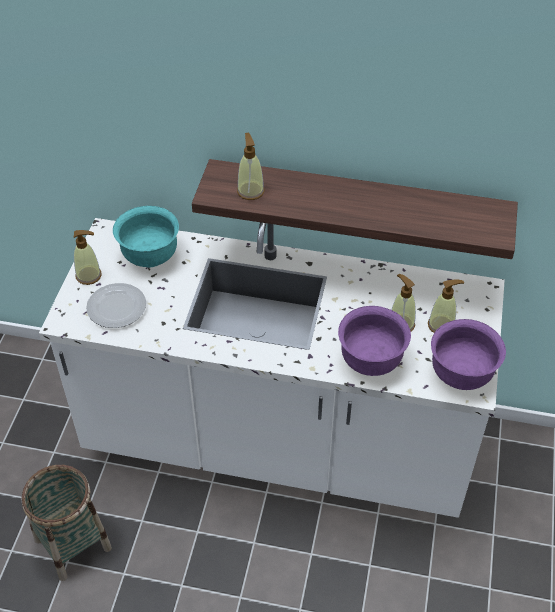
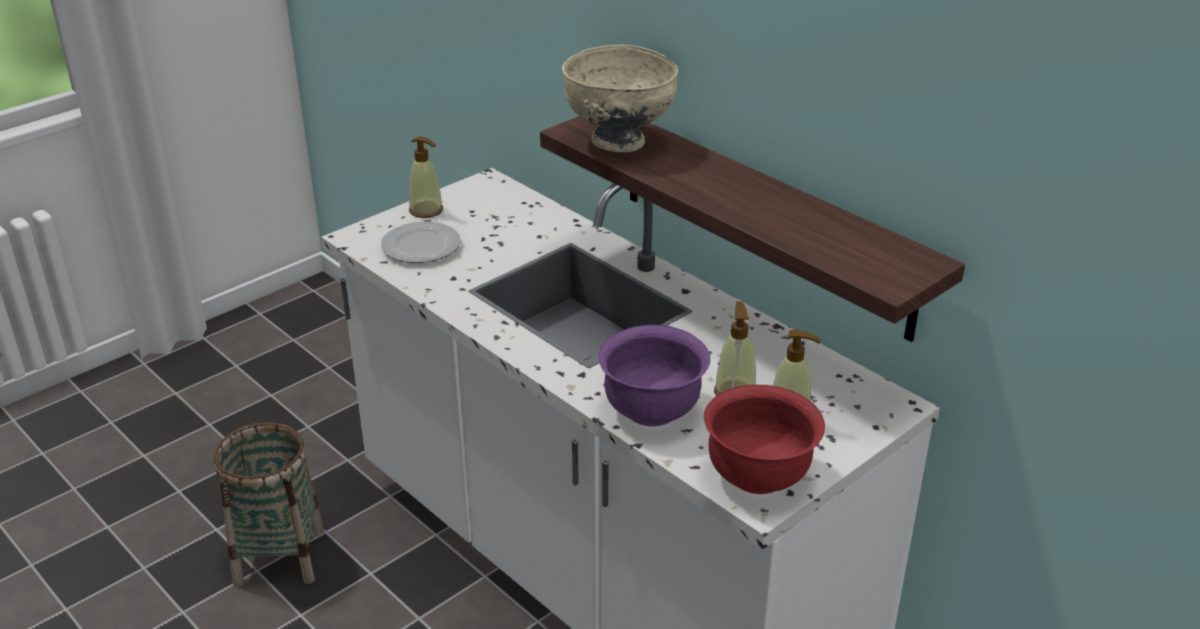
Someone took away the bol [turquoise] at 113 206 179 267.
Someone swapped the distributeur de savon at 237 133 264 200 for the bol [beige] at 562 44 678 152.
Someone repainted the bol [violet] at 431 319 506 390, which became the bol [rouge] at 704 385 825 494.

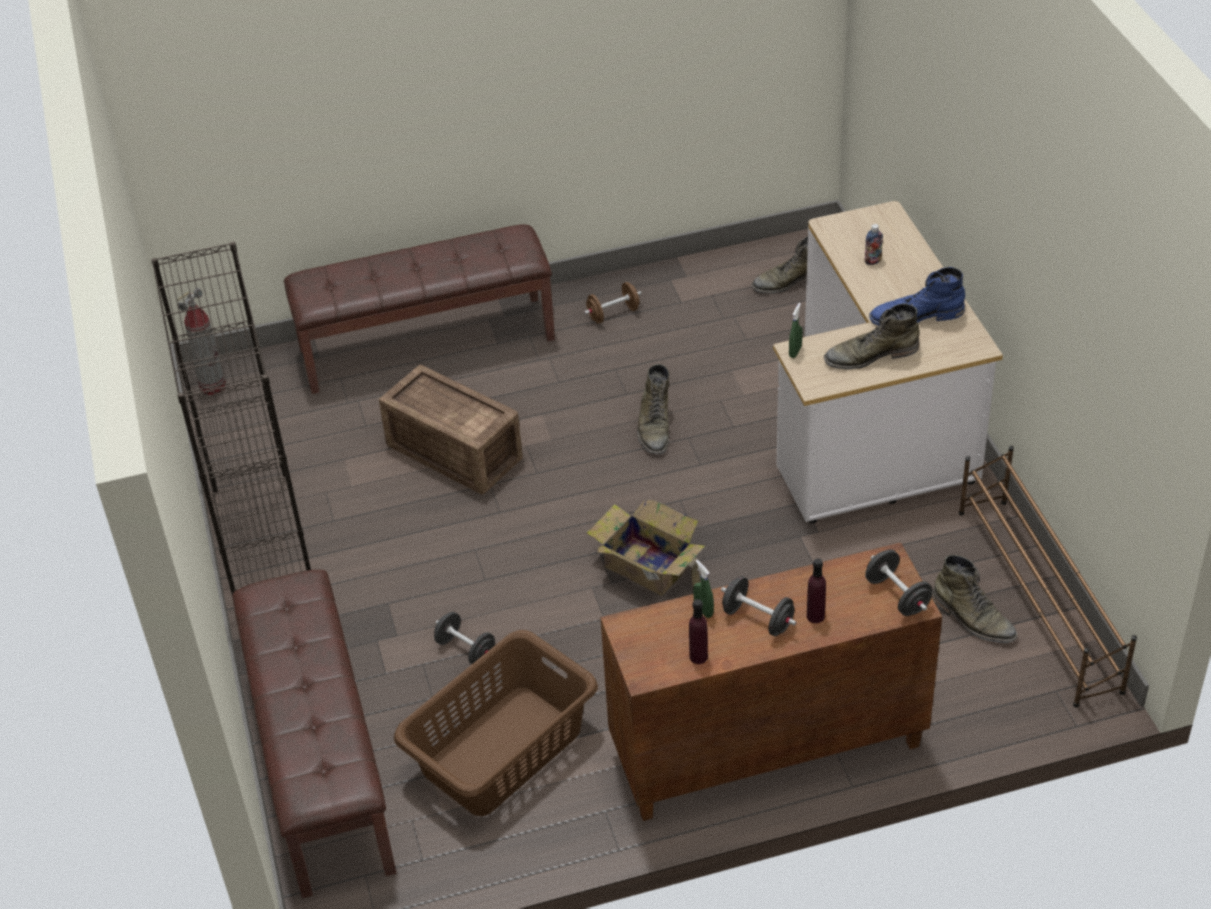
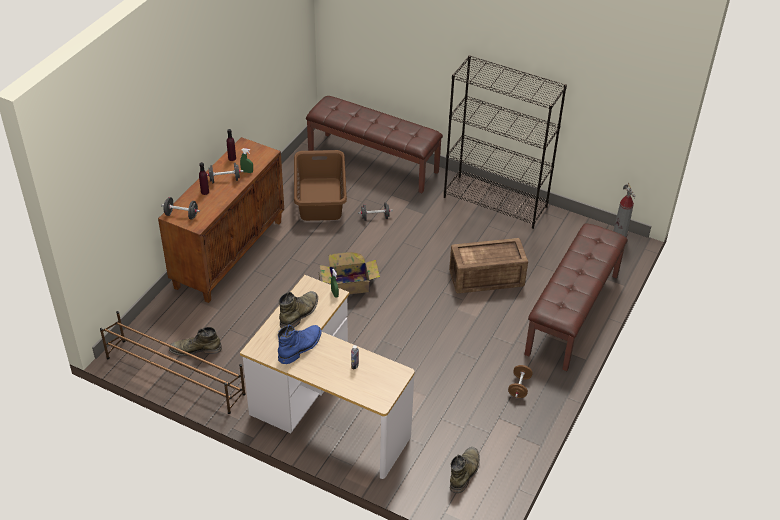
Someone took away the botte [vert] at 637 364 669 454.

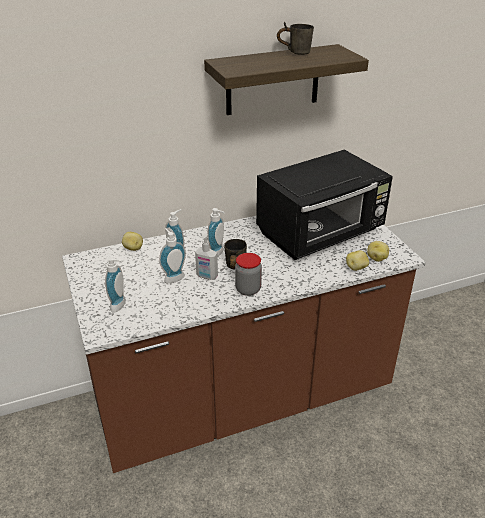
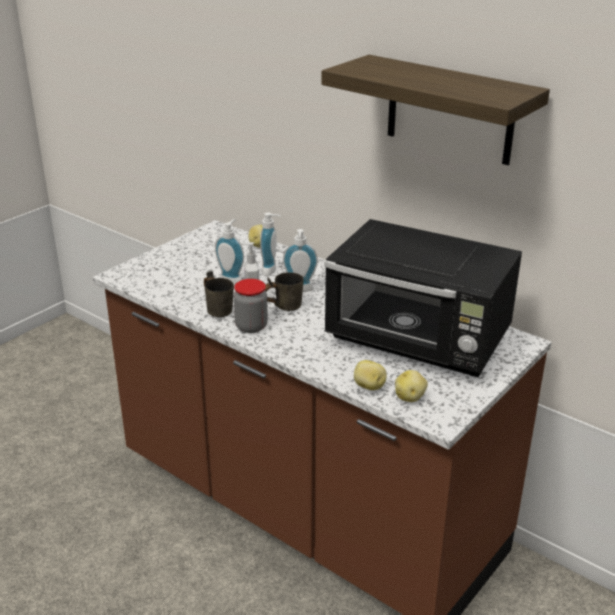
Someone took away the distributeur de savon at 105 257 126 313.
Someone carried the mug [gris] from 277 22 314 55 to 204 271 234 318.

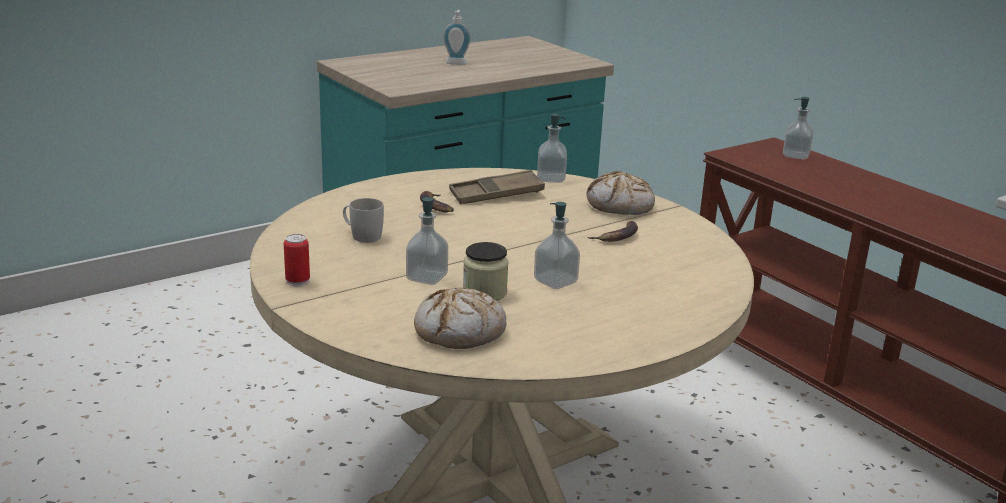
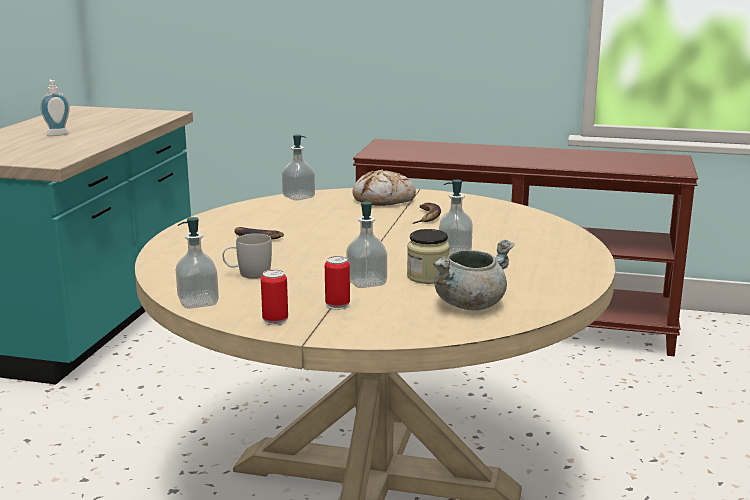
Someone took away the plateau [marron] at 449 170 545 204.
Someone put down the boîte métallique at 325 256 350 310.
Someone carried the distributeur de savon from 783 97 813 160 to 176 217 219 309.
Someone swapped the pain at 414 287 506 349 for the marmite [gris] at 433 240 514 310.

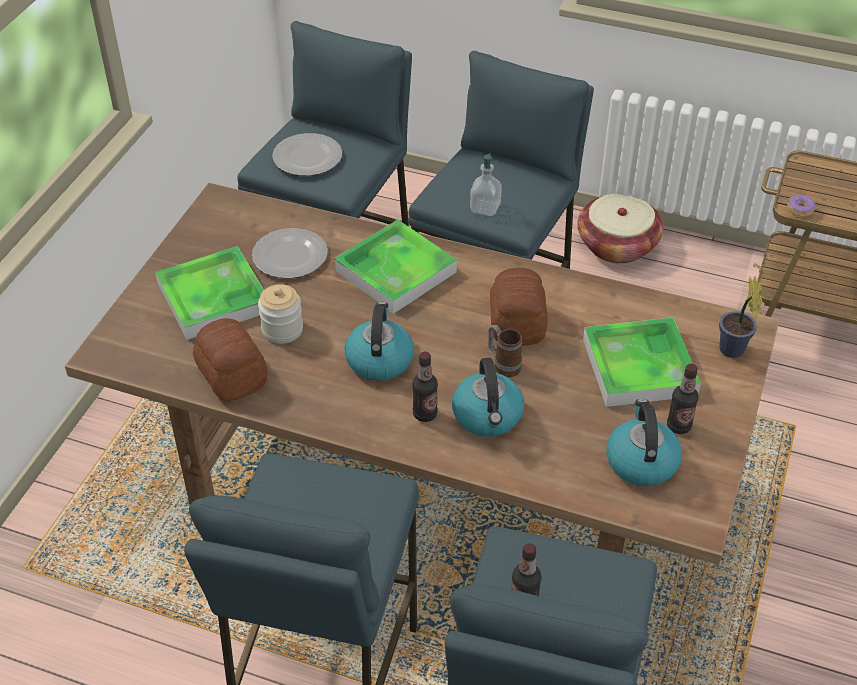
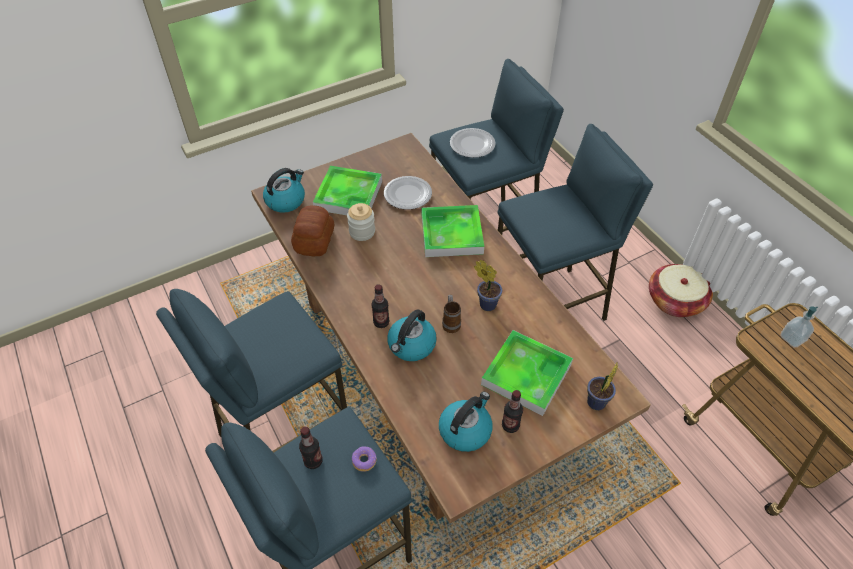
Someone carried the bouilloire from 345 302 414 381 to 263 168 305 213.
Someone carried the distributeur de savon from 470 153 502 216 to 780 306 818 348.
Someone carried the beignet from 787 194 816 217 to 352 446 377 471.
Someone swapped the pain at 490 268 548 346 for the plante en pot at 474 260 503 311.

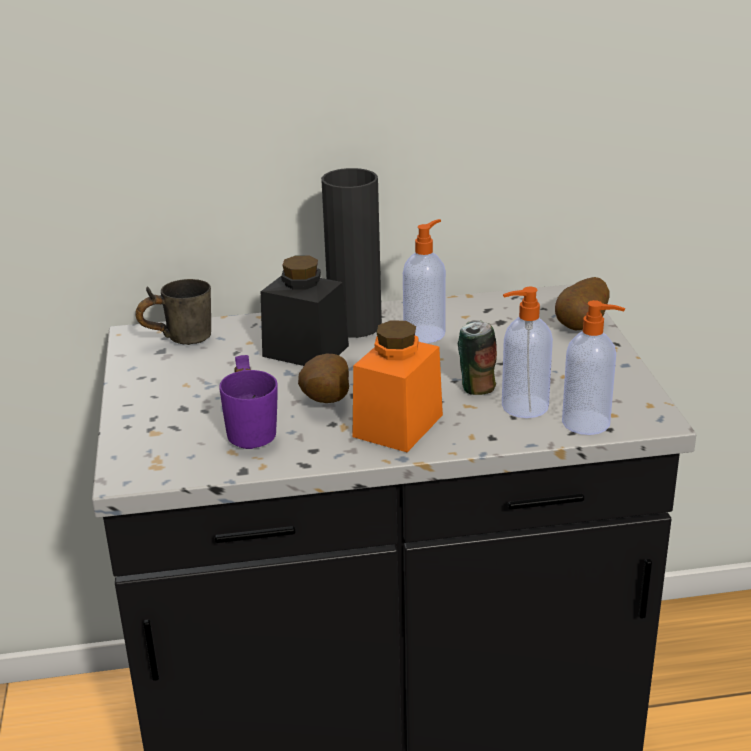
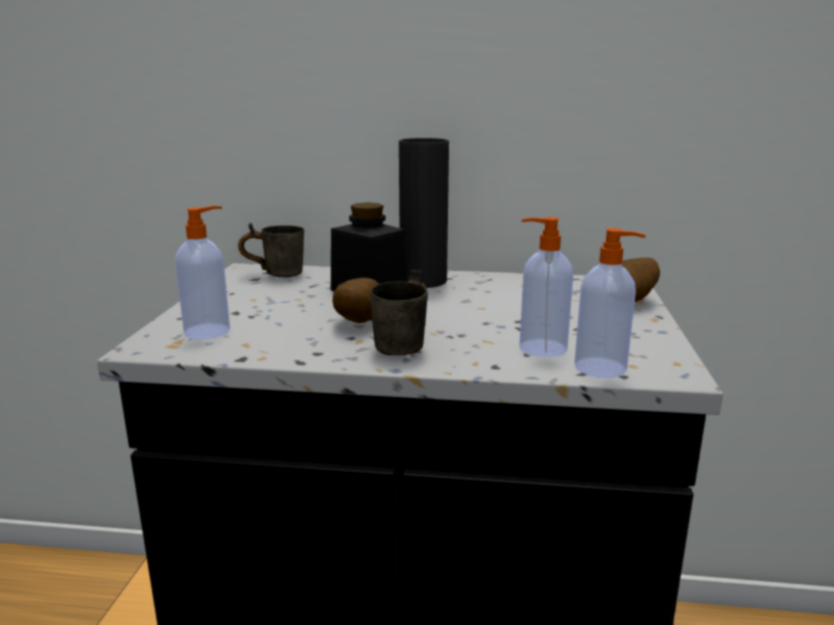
Someone took away the mug [violet] at 219 355 278 449.
Someone took away the boîte métallique at 458 320 497 395.
Someone carried the distributeur de savon from 403 219 446 343 to 175 206 230 339.
Someone swapped the bocal [orange] at 352 320 443 452 for the mug [gris] at 370 270 428 355.

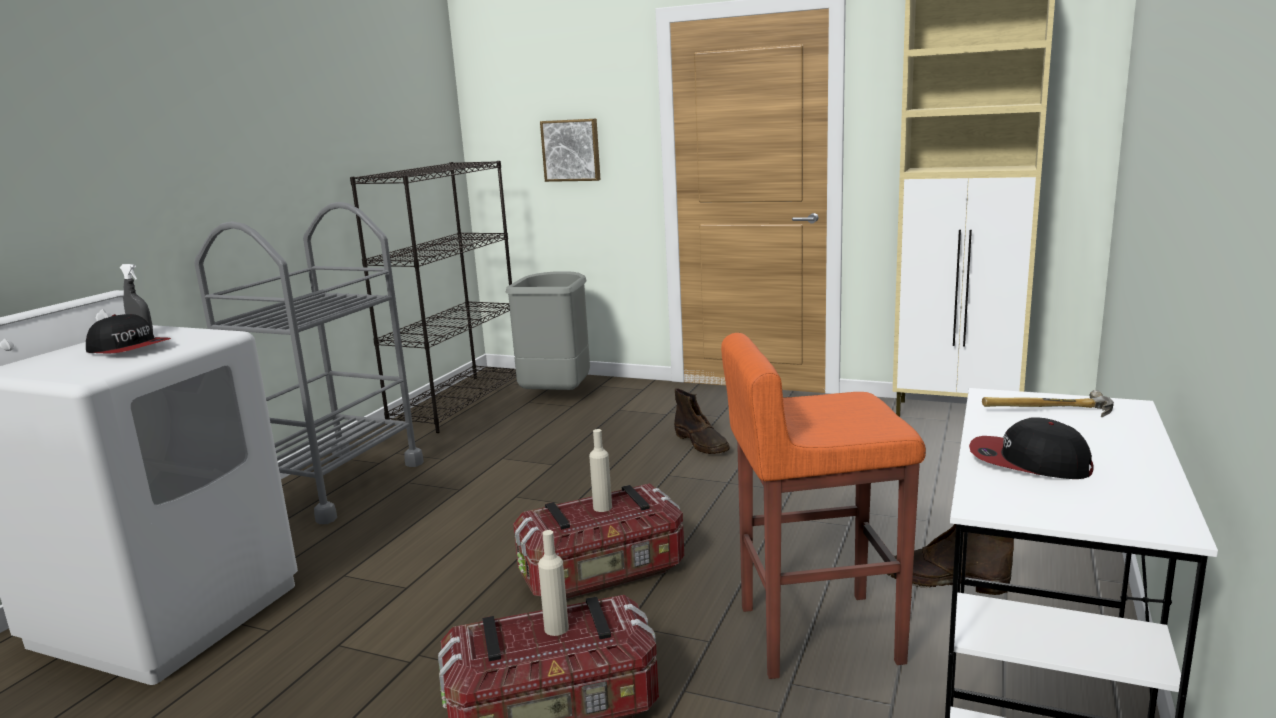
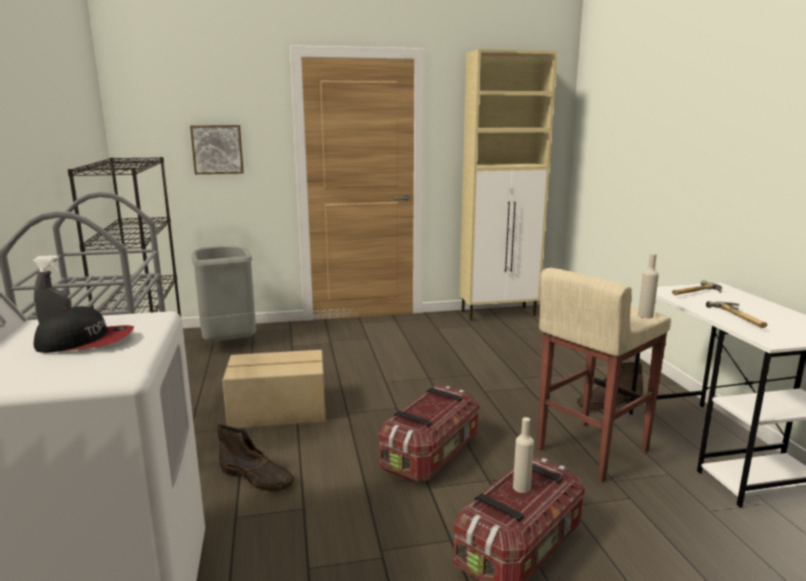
Someone put down the carton at 222 350 326 428.
Someone carried the bouteille [beige] from 589 429 612 512 to 638 253 659 318.
Someone carried the botte [marron] from 674 388 730 454 to 217 424 295 492.
Someone swapped the casquette at 969 417 1093 479 for the marteau at 706 301 767 328.
Someone repainted the tabouret [orange] at 721 333 926 679, which became the tabouret [beige] at 537 268 671 483.

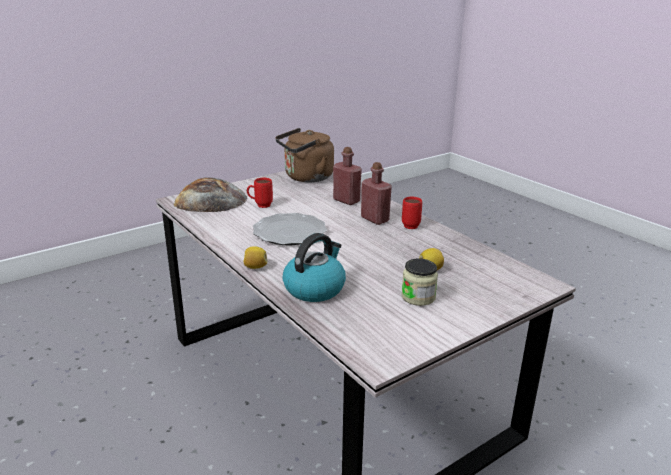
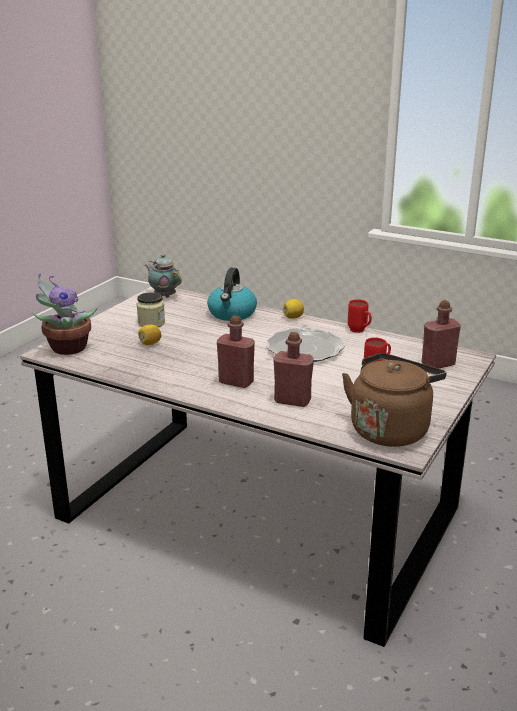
Someone put down the plante en pot at 32 273 98 355.
Someone put down the théière at 145 254 182 298.
Someone carried the mug [rouge] from 402 197 422 229 to 348 299 372 333.
Someone swapped the pain at 174 177 247 212 for the bouteille [rouge] at 422 300 461 369.

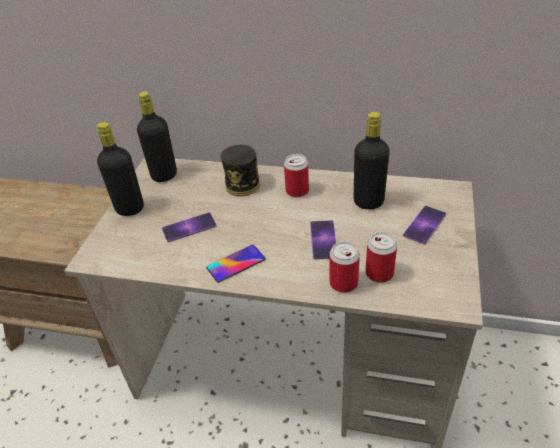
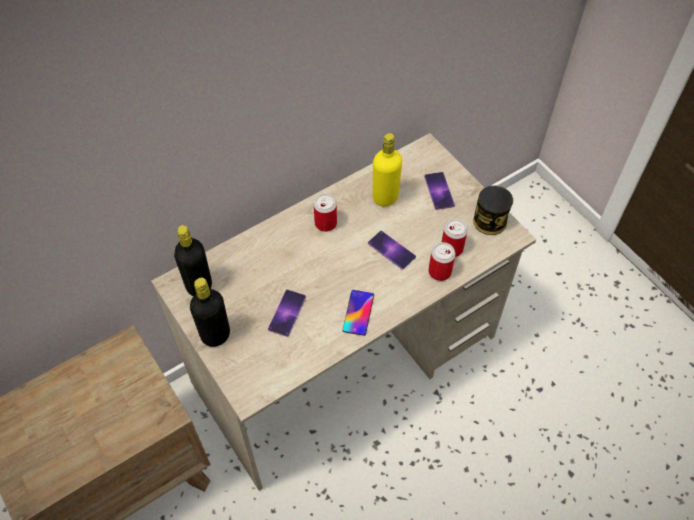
Someone carried the boîte métallique from 221 145 260 196 to 473 186 513 235.
Someone repainted the bouteille [noir] at 354 112 390 210, which became the bouteille [jaune] at 372 133 402 207.

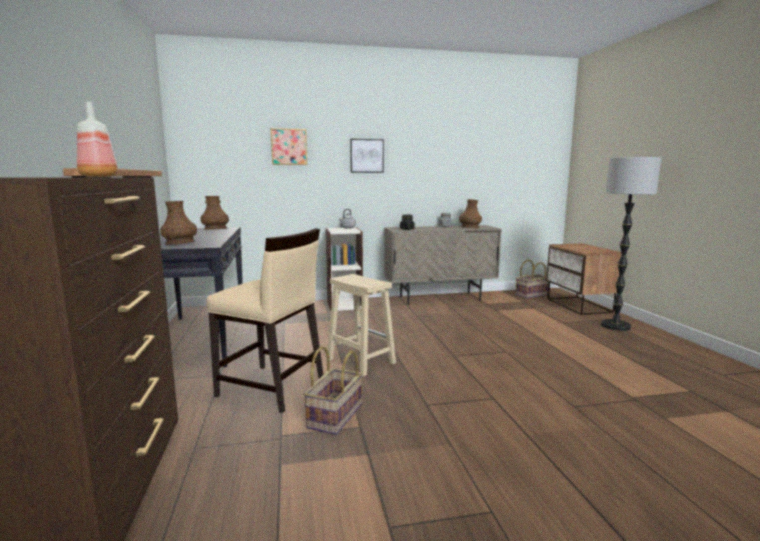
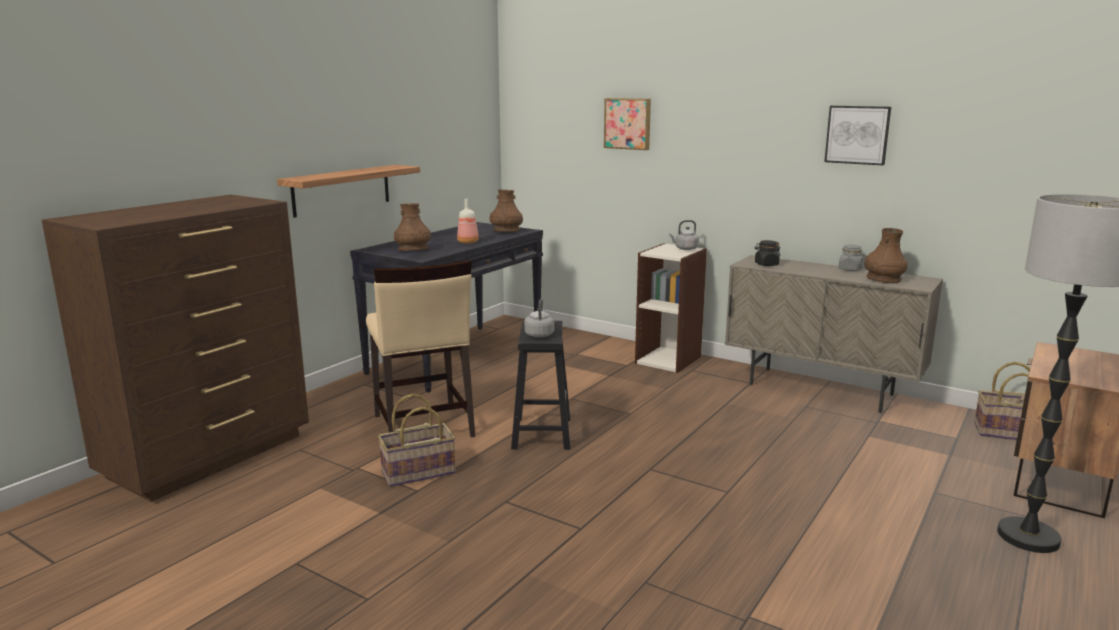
Someone put down the bouilloire [gris] at 524 298 554 337.
Someone carried the bouteille from 77 102 118 177 to 457 199 479 244.
Someone carried the tableau from 350 139 384 173 to 824 106 891 165.
Someone repainted the tabouret [beige] at 327 274 396 377, which became the tabouret [noir] at 511 321 570 450.

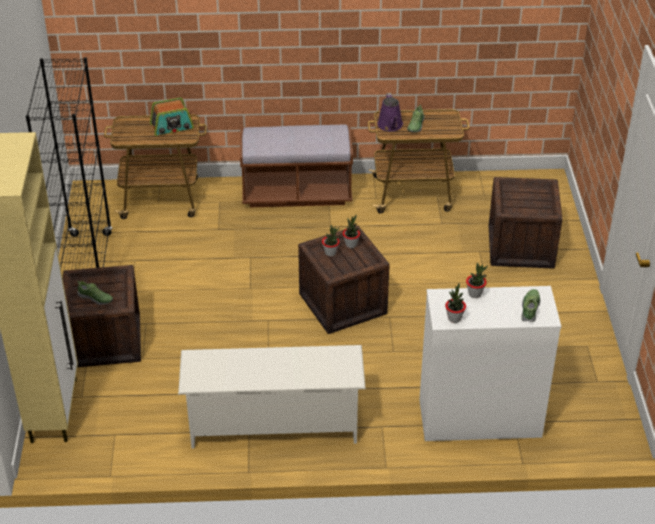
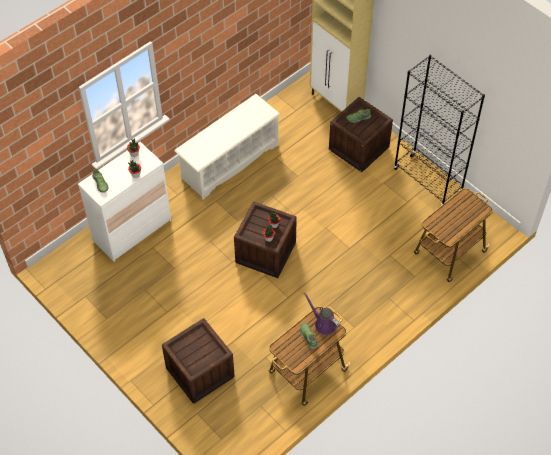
Someone took away the radio at 150 98 194 136.
Someone took away the banc [marron] at 240 125 353 207.

